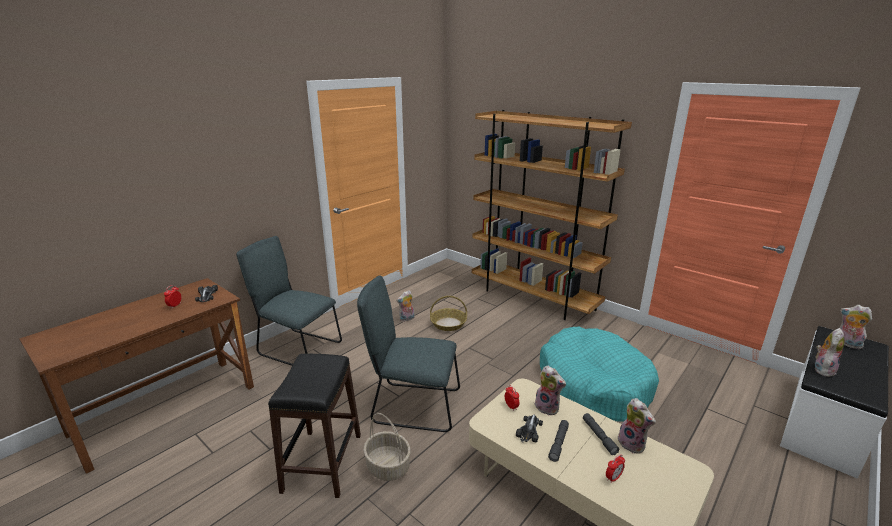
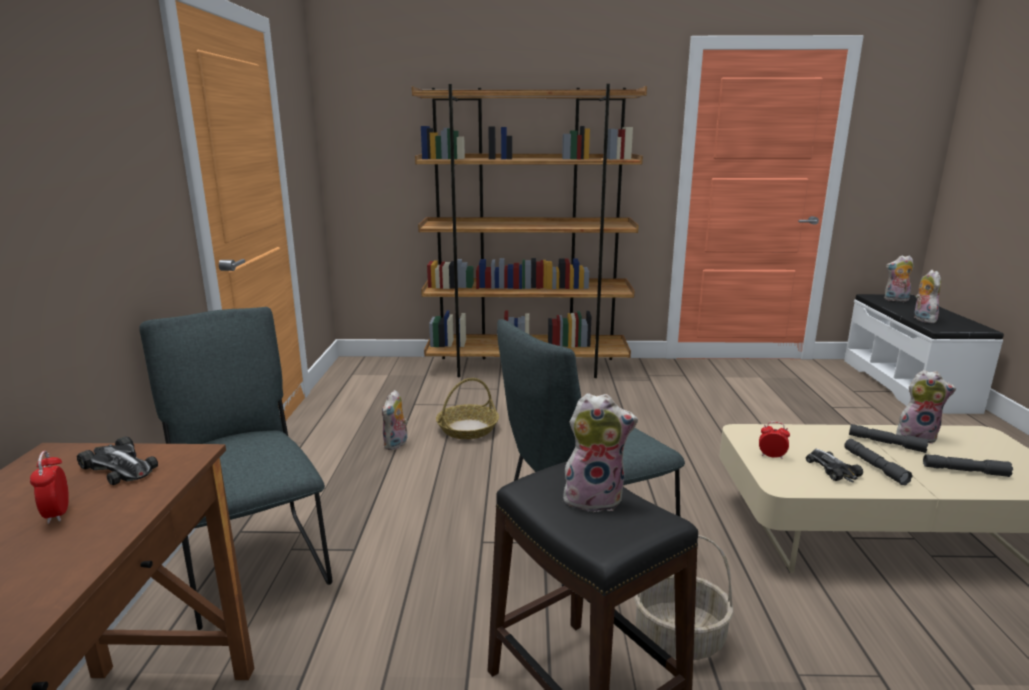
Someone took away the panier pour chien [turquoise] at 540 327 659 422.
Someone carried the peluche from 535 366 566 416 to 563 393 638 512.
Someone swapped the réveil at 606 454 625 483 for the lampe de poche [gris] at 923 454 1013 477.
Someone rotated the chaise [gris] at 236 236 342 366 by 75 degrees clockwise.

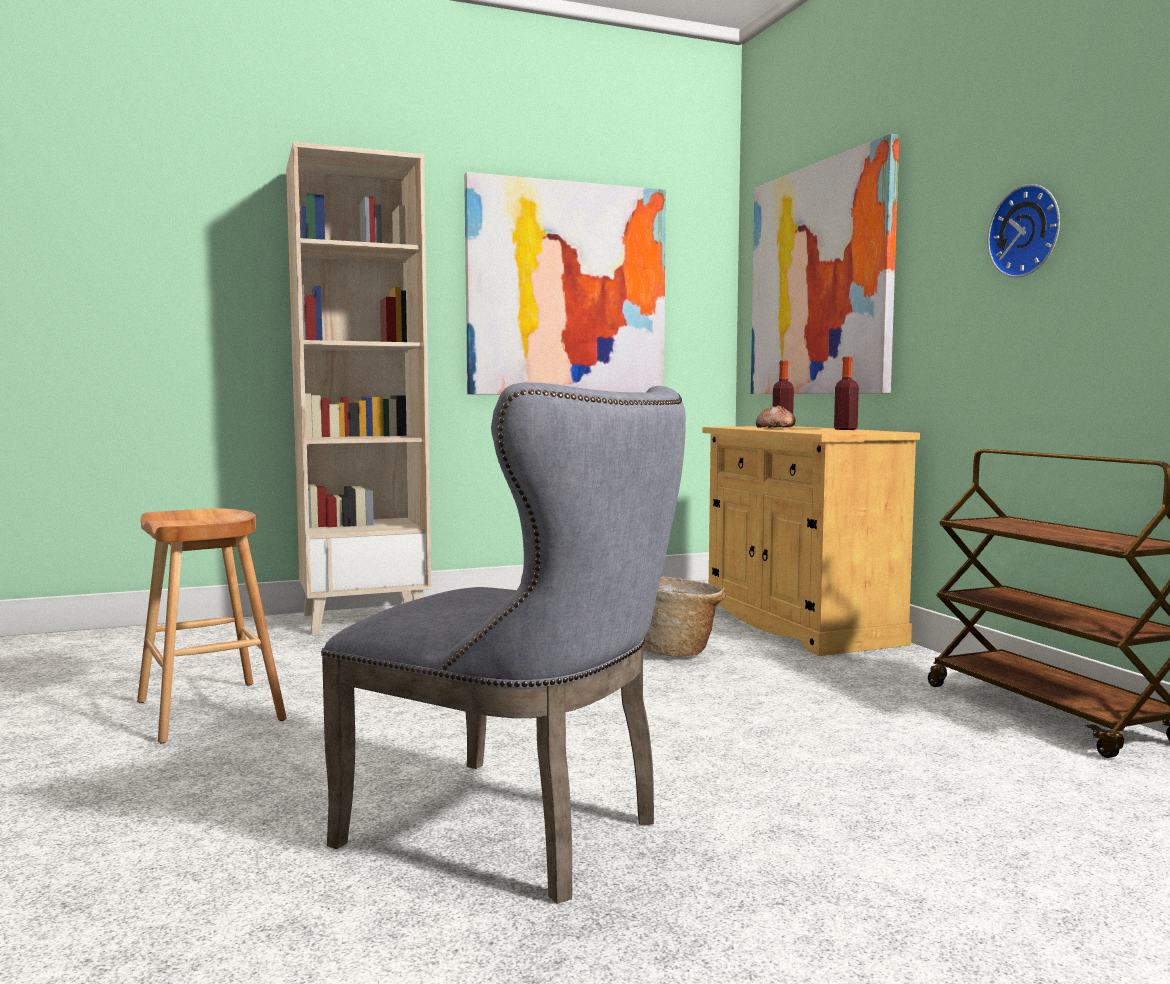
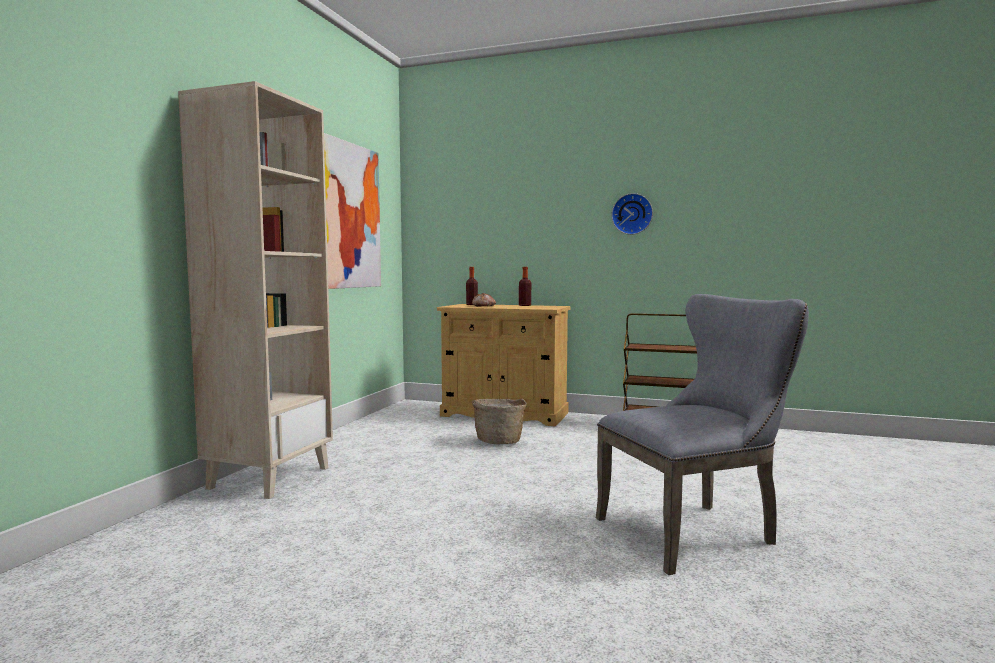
Someone took away the tabouret [marron] at 137 508 287 743.
Someone took away the tableau at 751 134 899 394.

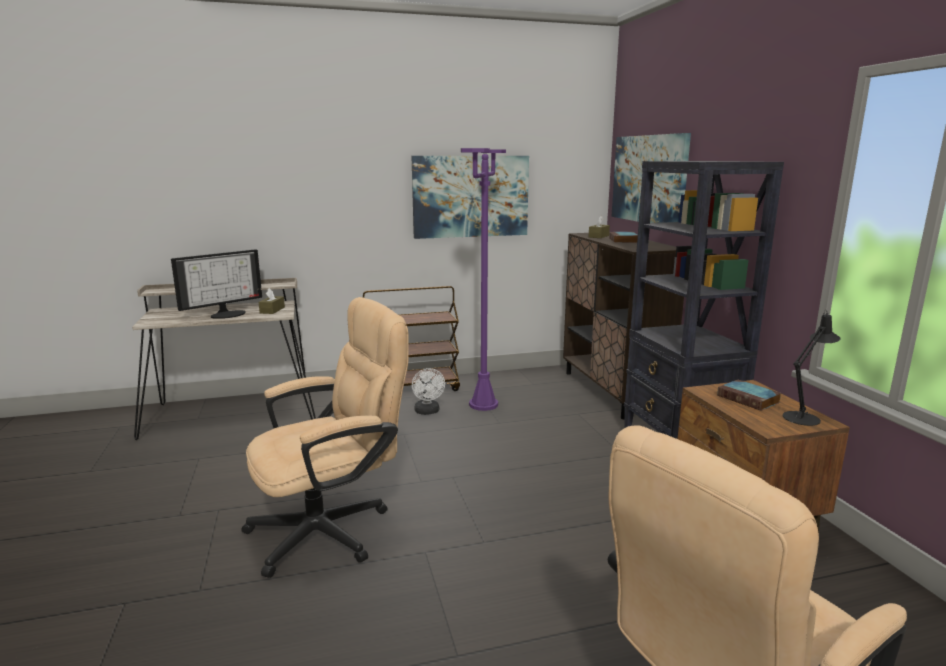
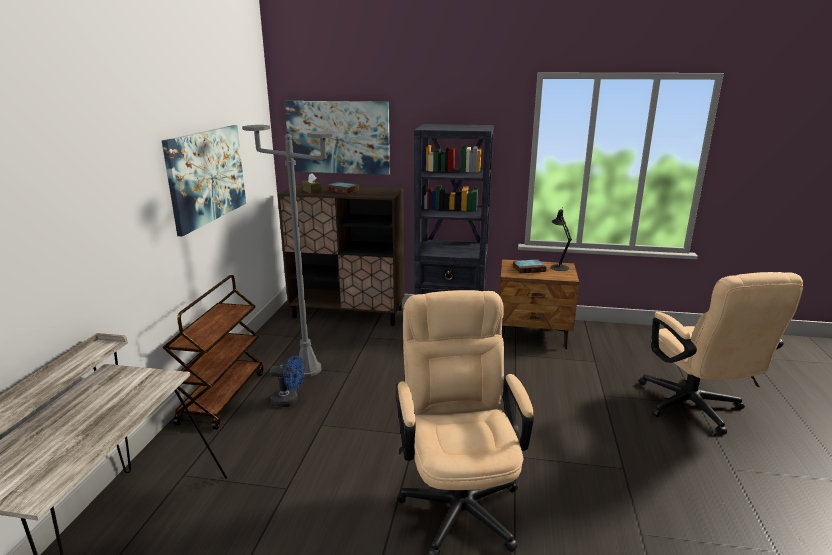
Someone took away the écran d'ordinateur at 171 249 262 319.
Someone took away the boîte à mouchoirs [marron] at 259 288 285 314.
Someone repainted the ventilateur [blanc] at 412 368 445 415, which became the ventilateur [bleu] at 270 356 304 407.
Someone repainted the lampadaire [violet] at 461 148 506 411, which became the lampadaire [gris] at 242 125 338 377.

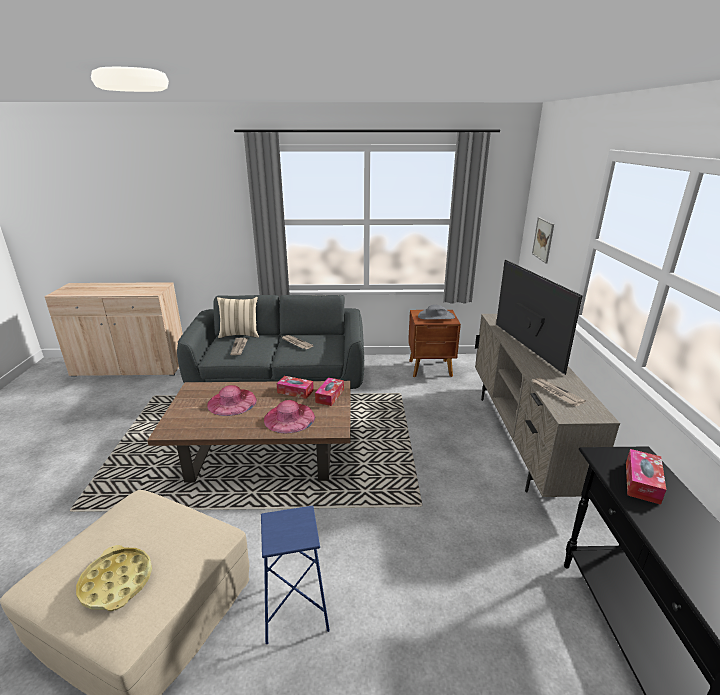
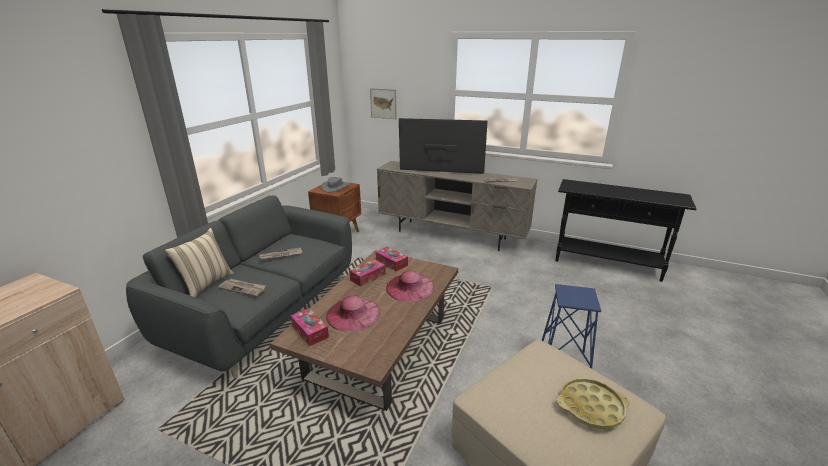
Someone carried the boîte à mouchoirs from 626 449 666 505 to 291 308 329 346.

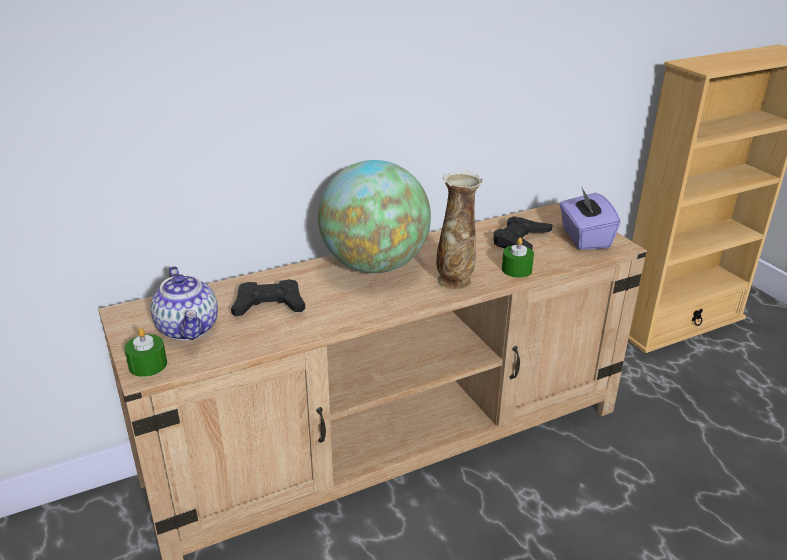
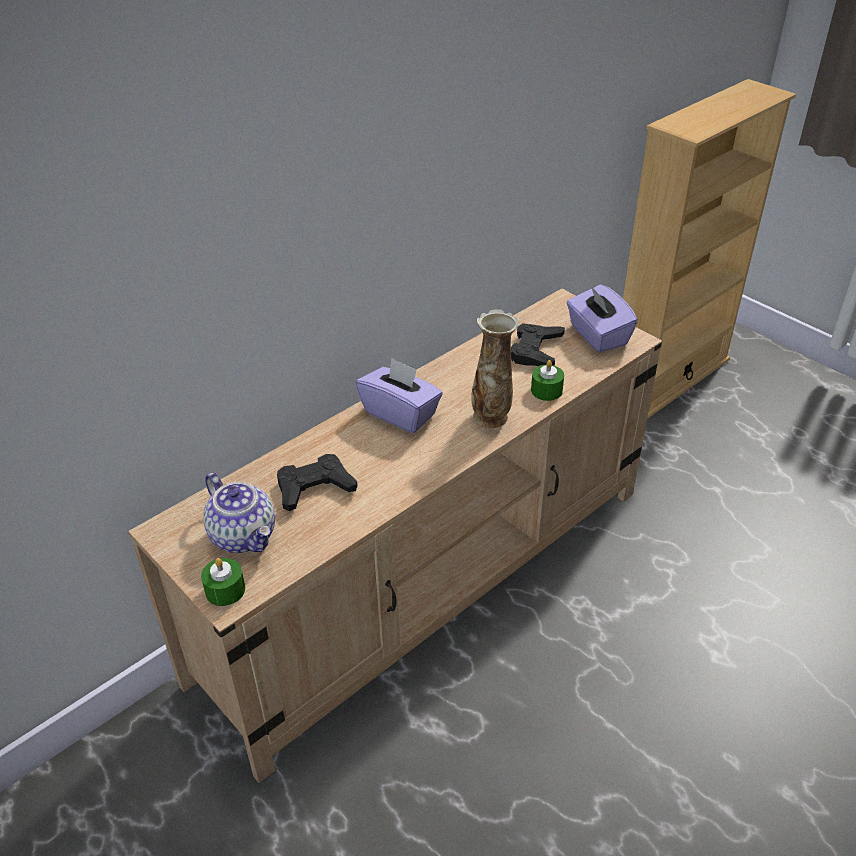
Someone swapped the globe at 318 160 431 273 for the boîte à mouchoirs [violet] at 356 357 443 433.

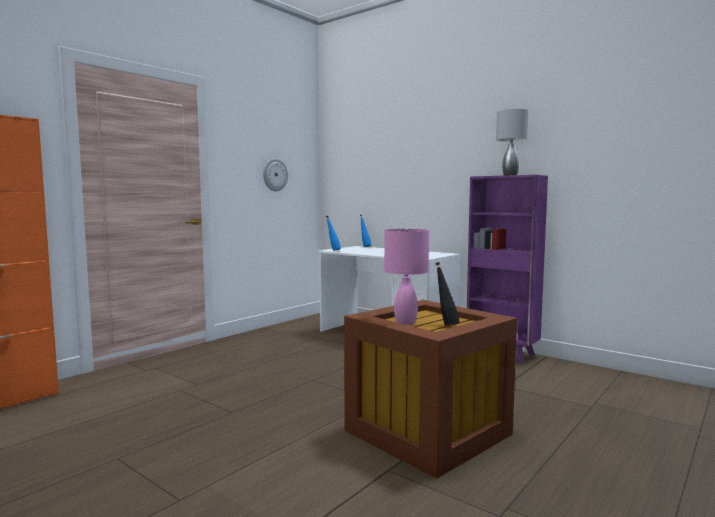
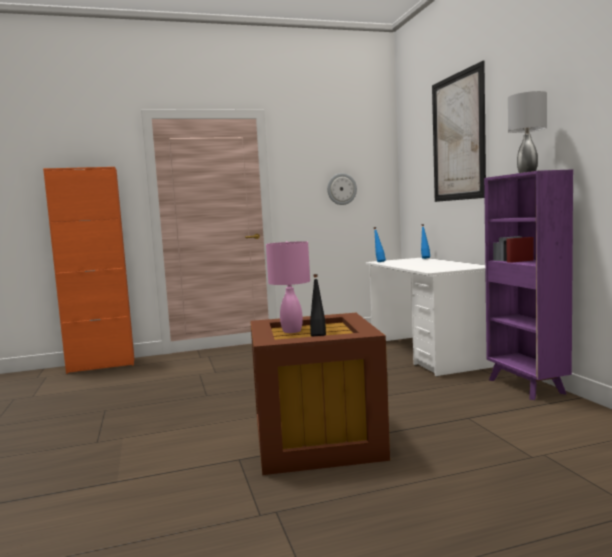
Someone put up the tableau at 432 60 486 202.

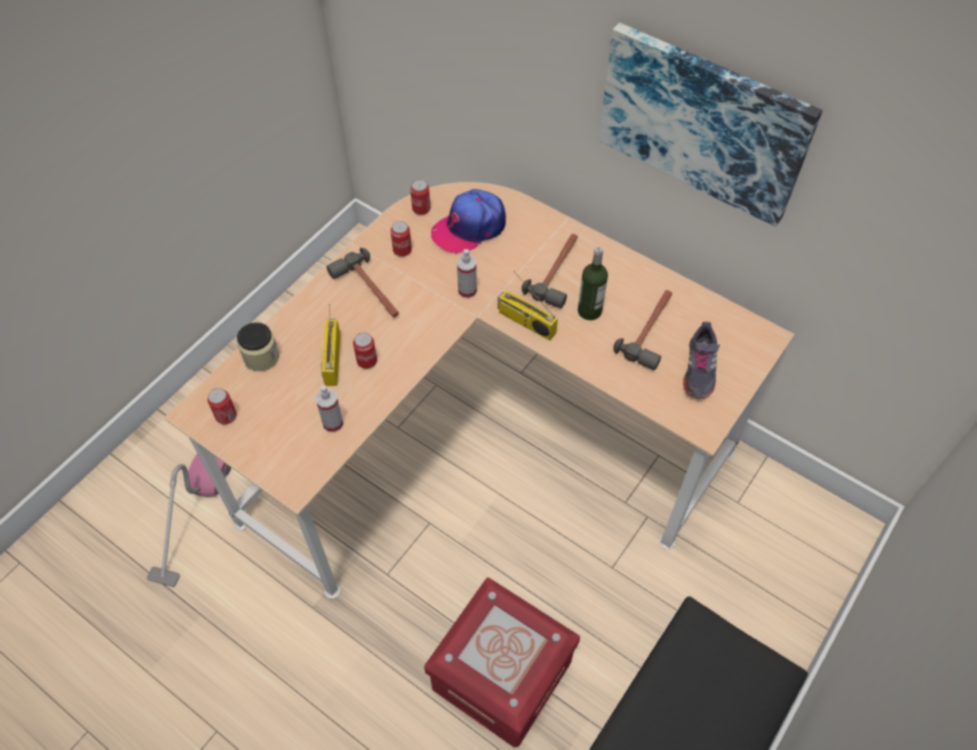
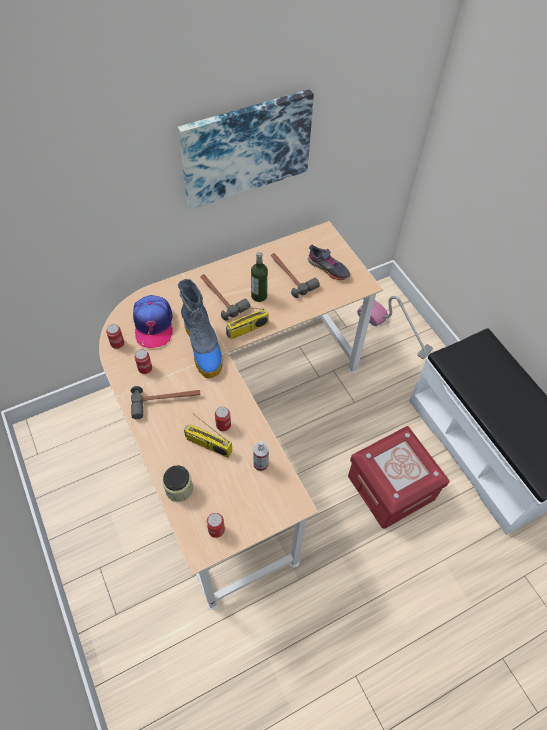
Someone carried the aspirateur from 147 454 231 587 to 357 296 433 359.
Someone swapped the vaporisateur at 457 249 477 299 for the botte at 178 279 223 378.

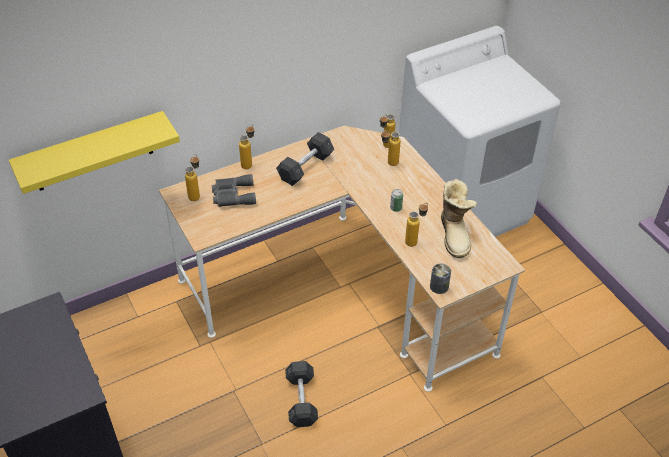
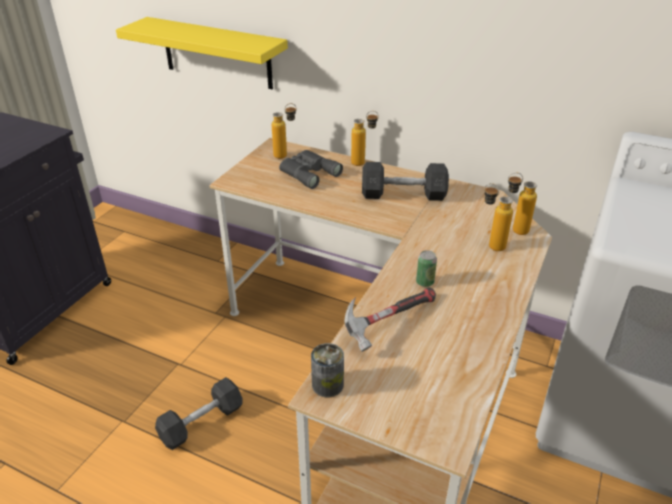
Someone took away the botte at 441 179 477 258.
Someone swapped the bouteille at 405 203 428 247 for the marteau at 345 288 436 352.

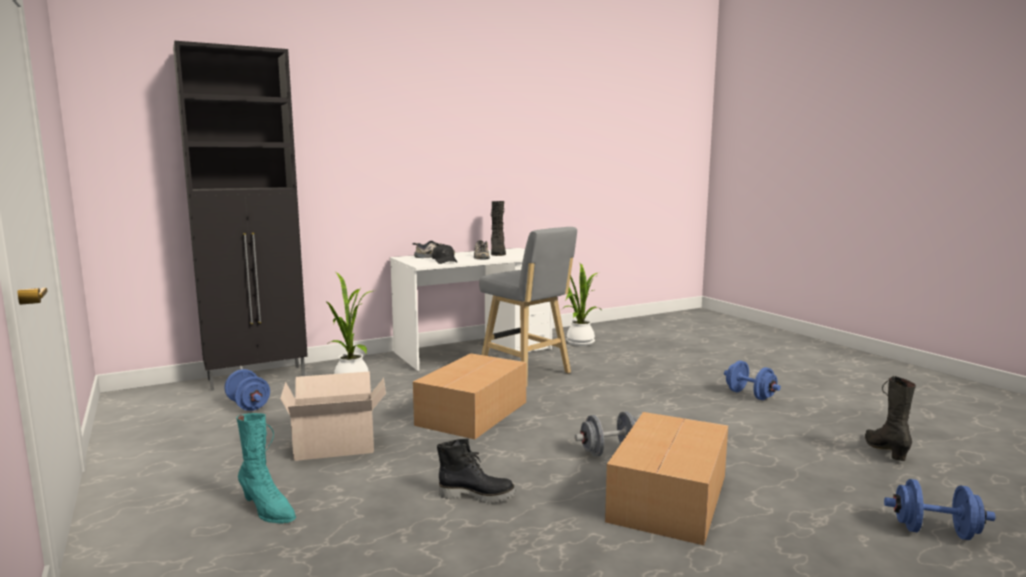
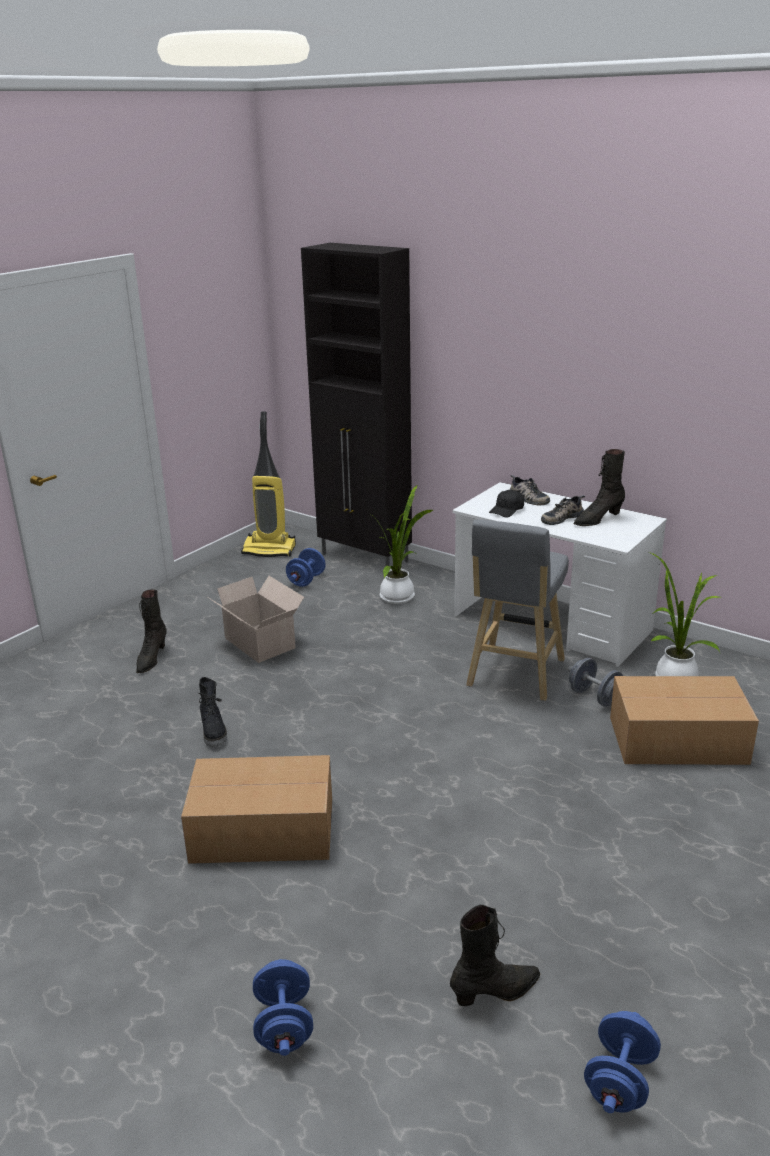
Someone put down the aspirateur at 241 411 296 557.
Someone carried the carton from 413 353 526 439 to 610 676 759 765.
Someone carried the haltère [gris] from 575 411 637 457 to 568 658 623 707.
Someone carried the haltère [bleu] from 724 361 781 400 to 584 1011 661 1113.
Someone repainted the botte [turquoise] at 236 413 296 523, which became the botte [noir] at 136 589 167 673.

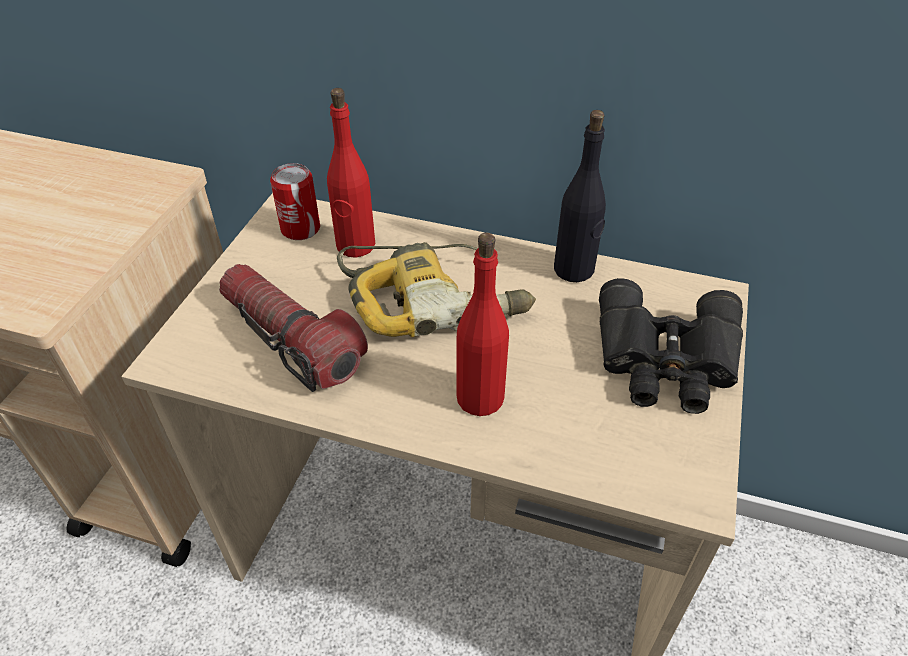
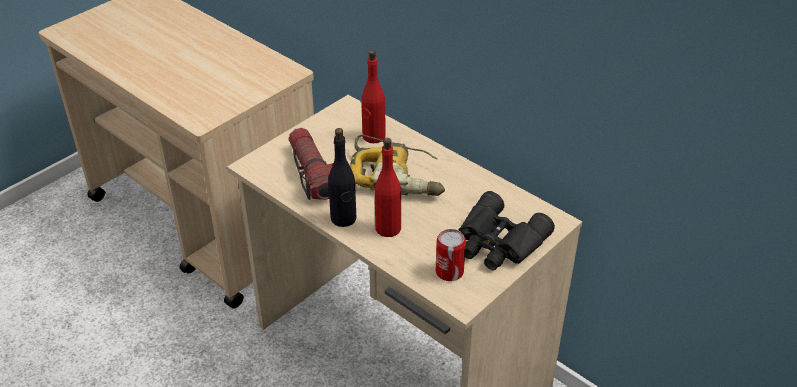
Someone carried the boîte métallique from 270 163 320 240 to 436 229 466 281.
Someone carried the bouteille [noir] from 554 110 606 282 to 328 128 356 227.

